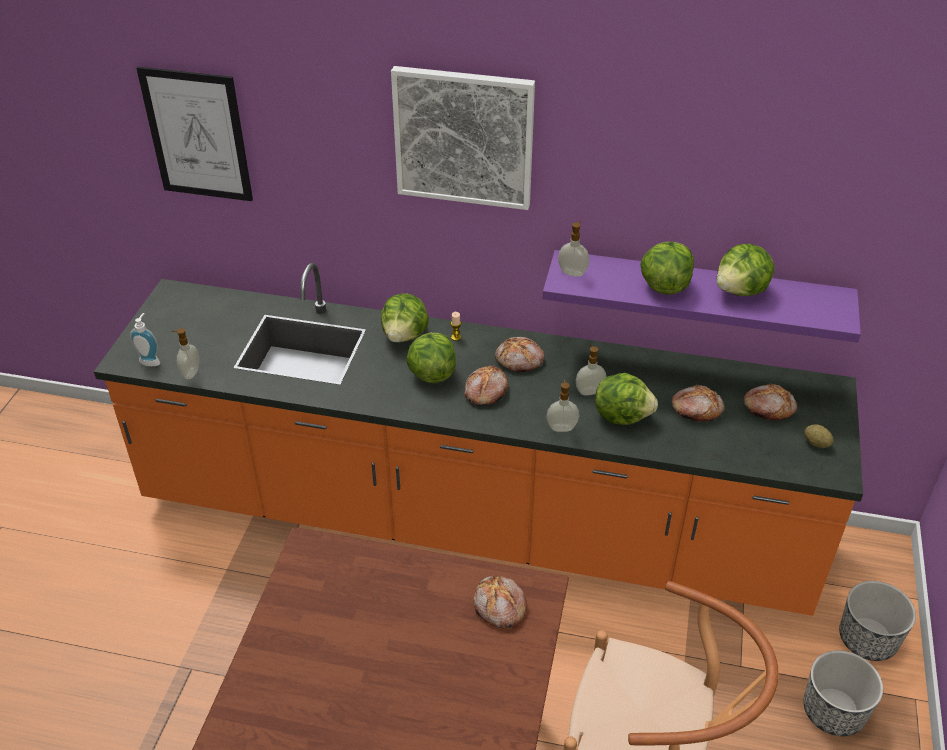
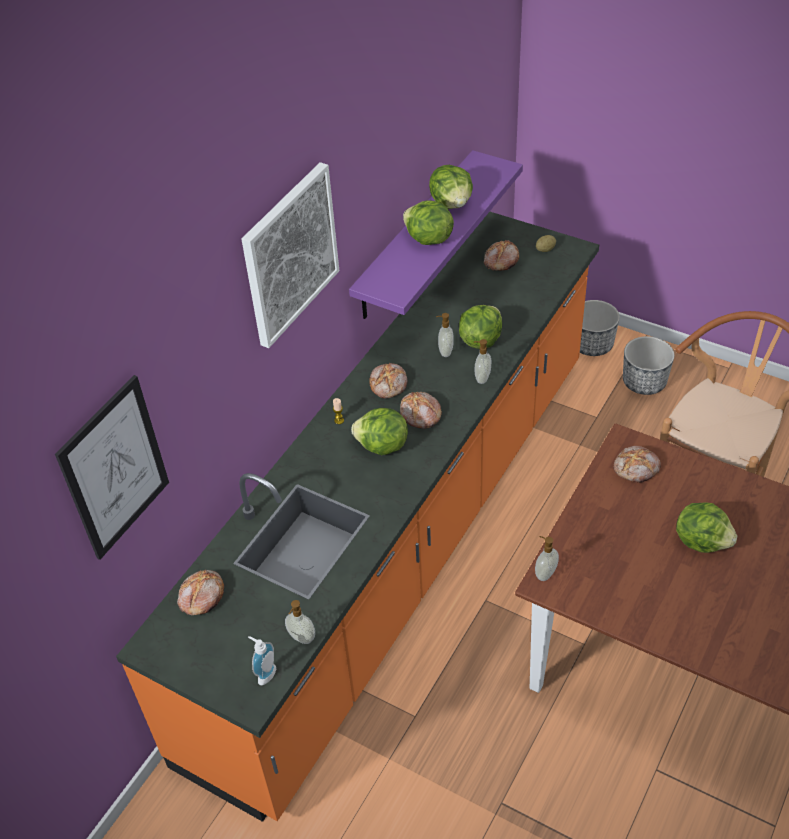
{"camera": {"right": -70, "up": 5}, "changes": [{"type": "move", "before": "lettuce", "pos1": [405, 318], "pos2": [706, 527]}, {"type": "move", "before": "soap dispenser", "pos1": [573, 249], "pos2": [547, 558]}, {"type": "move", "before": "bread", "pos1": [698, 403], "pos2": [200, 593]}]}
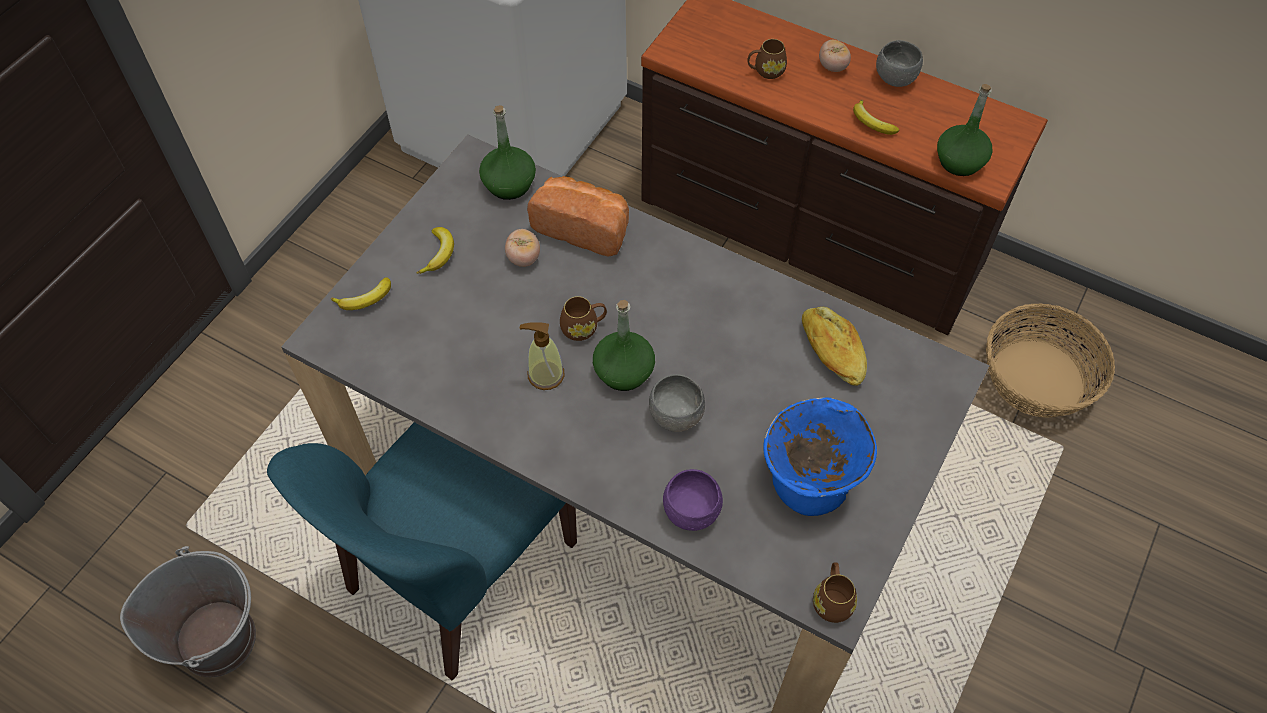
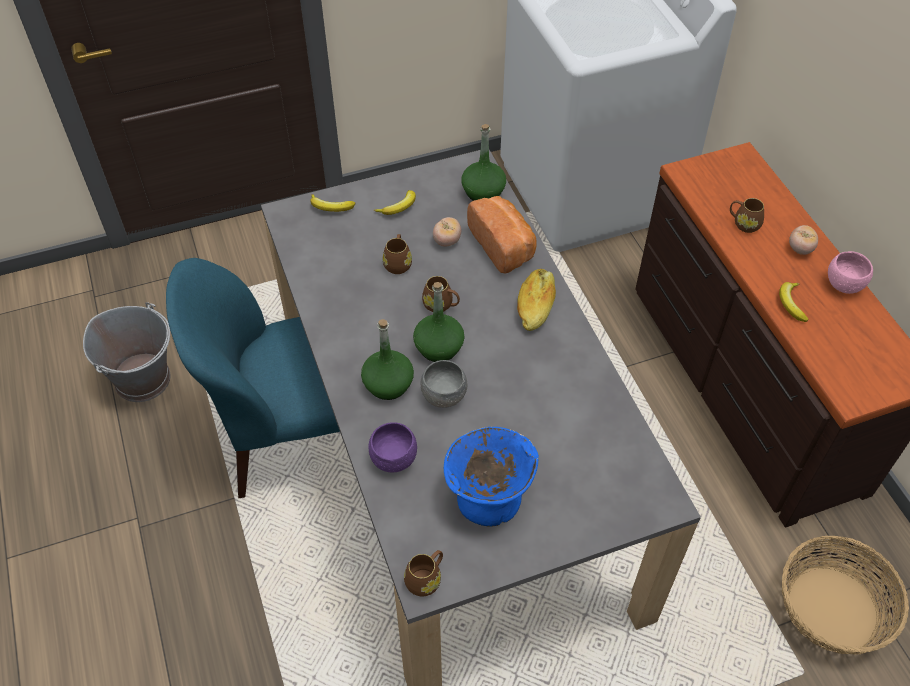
{"camera": {"right": 40, "up": -5}, "changes": [{"type": "delete", "before": "soap dispenser", "pos1": [542, 356]}, {"type": "move", "before": "bread", "pos1": [834, 346], "pos2": [536, 300]}, {"type": "recolor", "before": "grey bowl", "after": "pink bowl", "pos1": [899, 63], "pos2": [850, 272]}, {"type": "move", "before": "green bottle", "pos1": [965, 130], "pos2": [387, 359]}, {"type": "insert", "after": "brown mug", "pos2": [397, 254]}]}
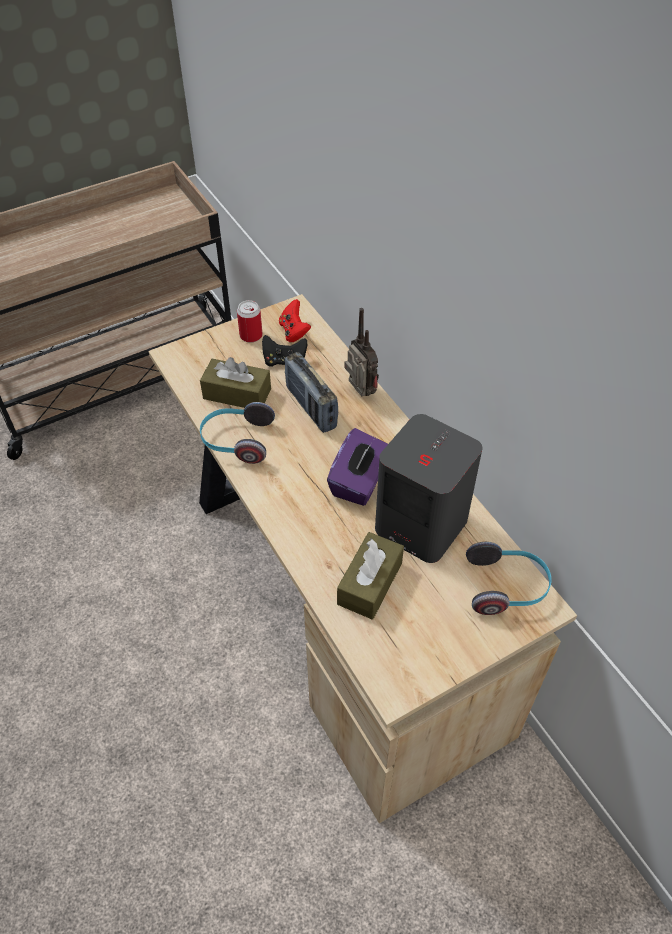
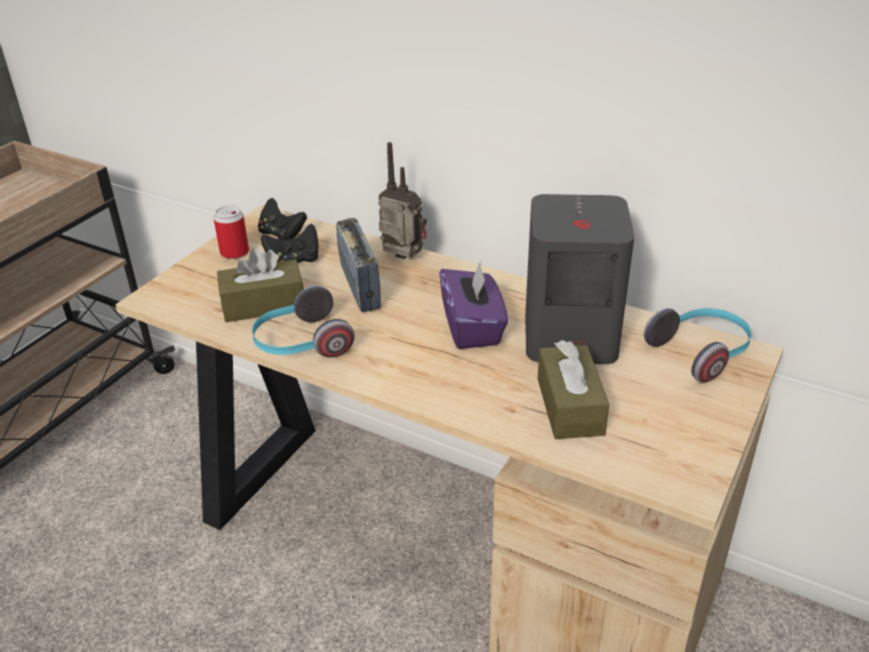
{"camera": {"right": -30, "up": -15}, "changes": [{"type": "recolor", "before": "red game controller", "after": "black game controller", "pos1": [295, 320], "pos2": [282, 219]}, {"type": "rotate", "before": "radio", "pos1": [311, 392], "pos2": [358, 265], "turn": -135}]}
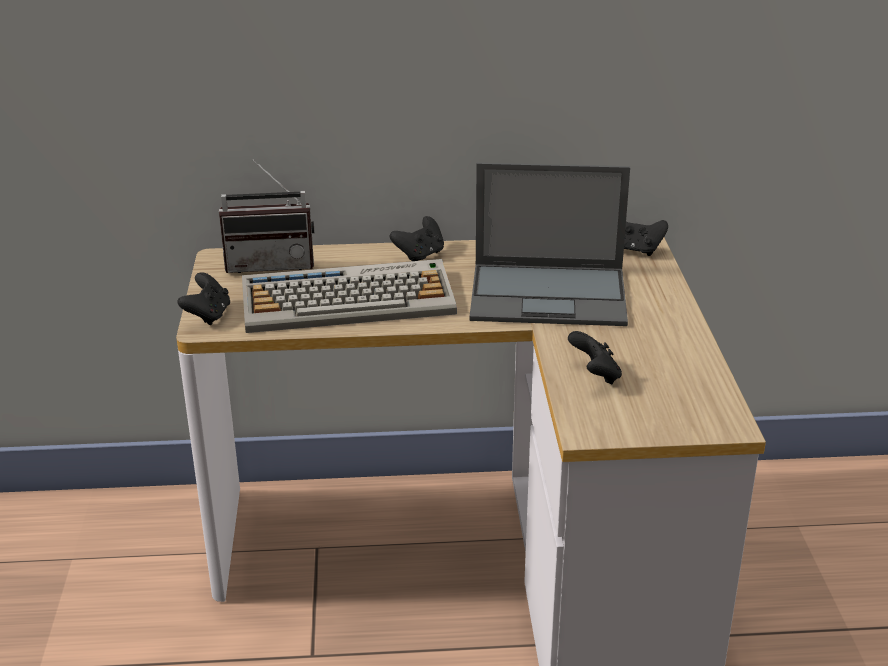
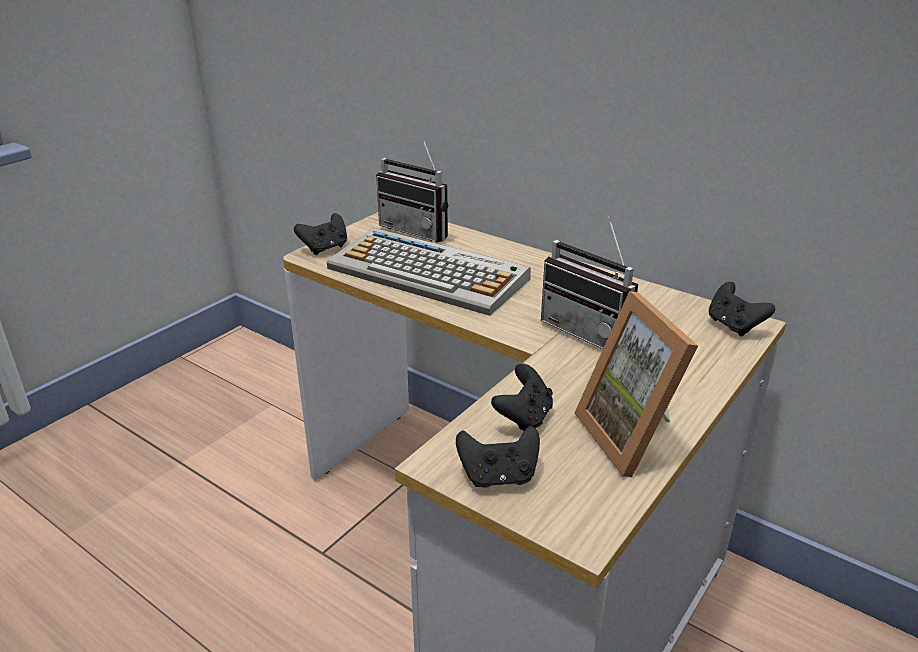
{"camera": {"right": 40, "up": 0}, "changes": [{"type": "move", "before": "black game controller", "pos1": [417, 238], "pos2": [498, 457]}, {"type": "replace", "before": "laptop", "after": "radio", "pos1": [550, 244], "pos2": [589, 283]}, {"type": "insert", "after": "picture frame", "pos2": [636, 384]}]}
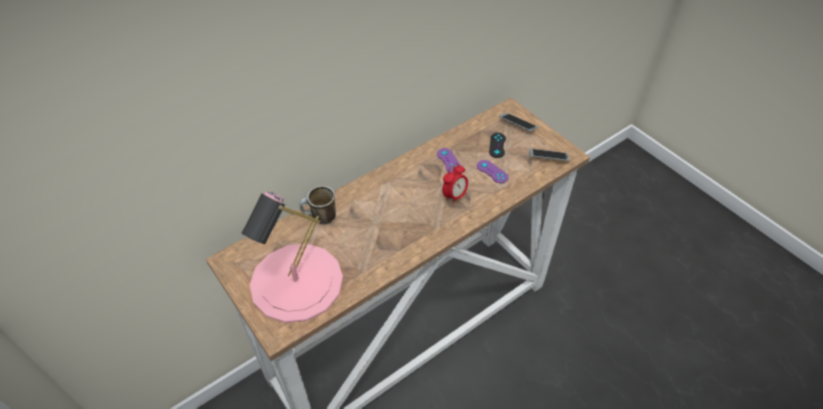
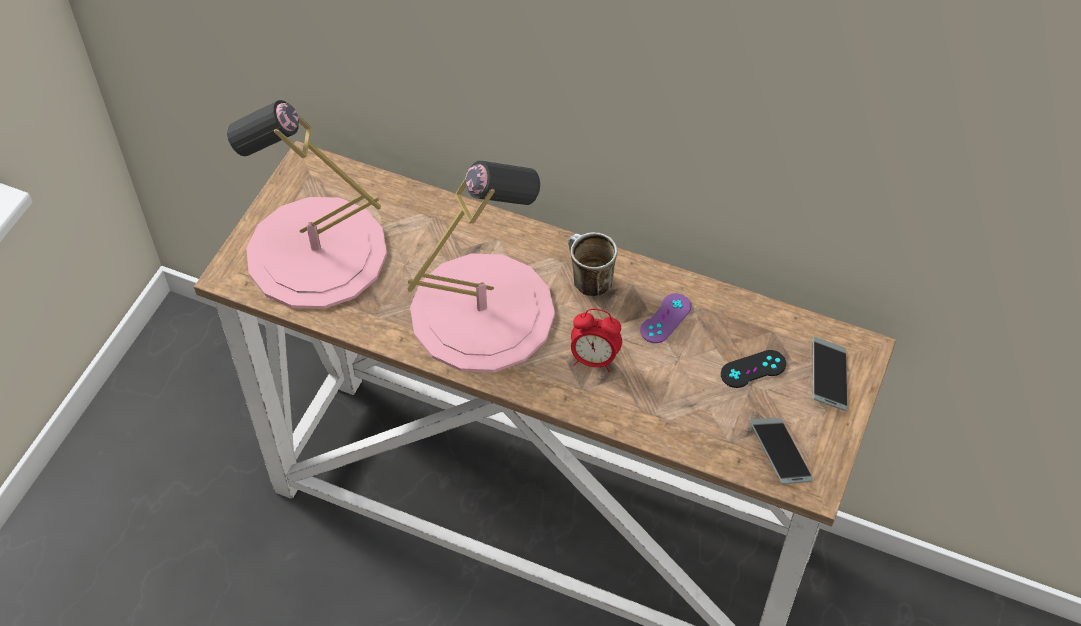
{"camera": {"right": 60, "up": 5}, "changes": [{"type": "move", "before": "mug", "pos1": [317, 205], "pos2": [592, 264]}, {"type": "delete", "before": "purple game controller", "pos1": [492, 171]}, {"type": "insert", "after": "pink table lamp", "pos2": [481, 267]}]}
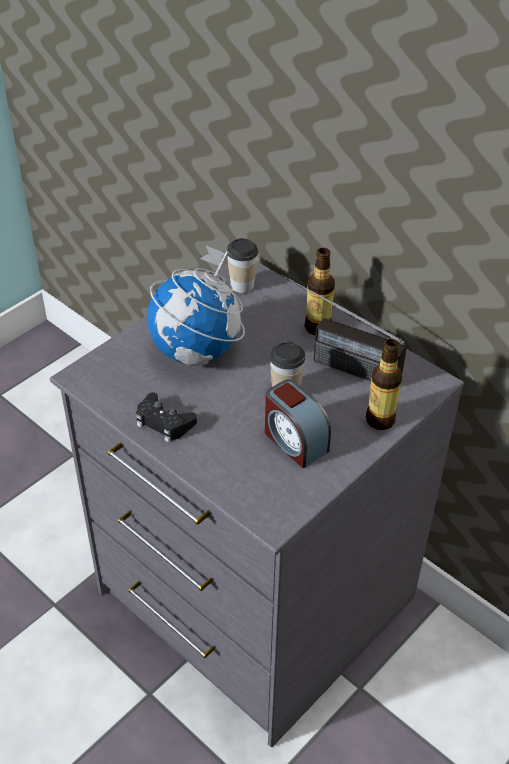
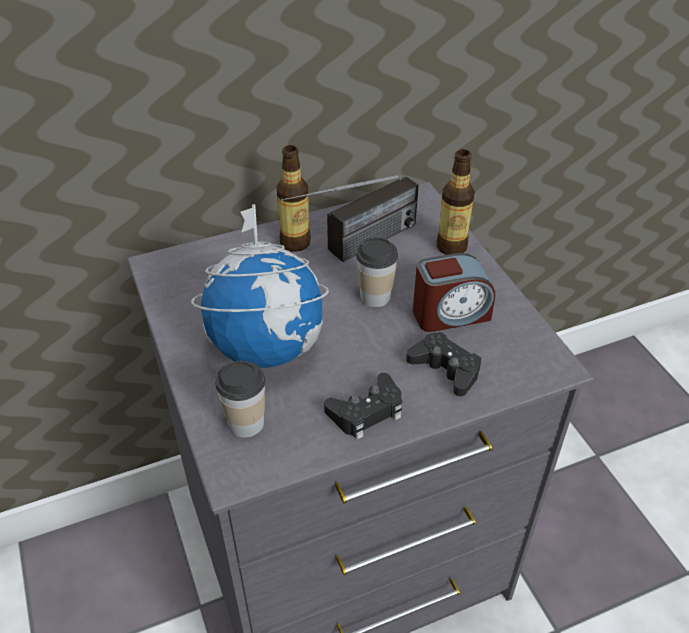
{"camera": {"right": -65, "up": 0}, "changes": [{"type": "move", "before": "cup", "pos1": [242, 265], "pos2": [240, 399]}, {"type": "insert", "after": "black game controller", "pos2": [443, 364]}]}
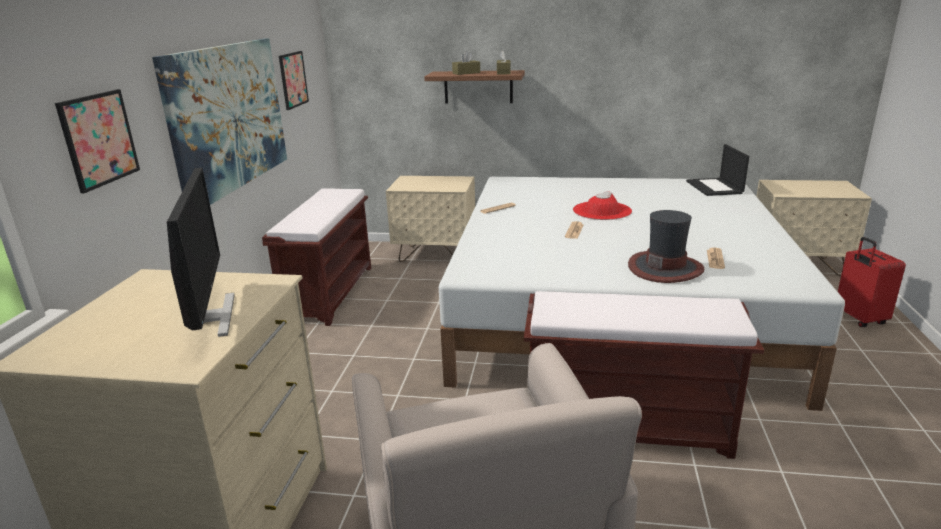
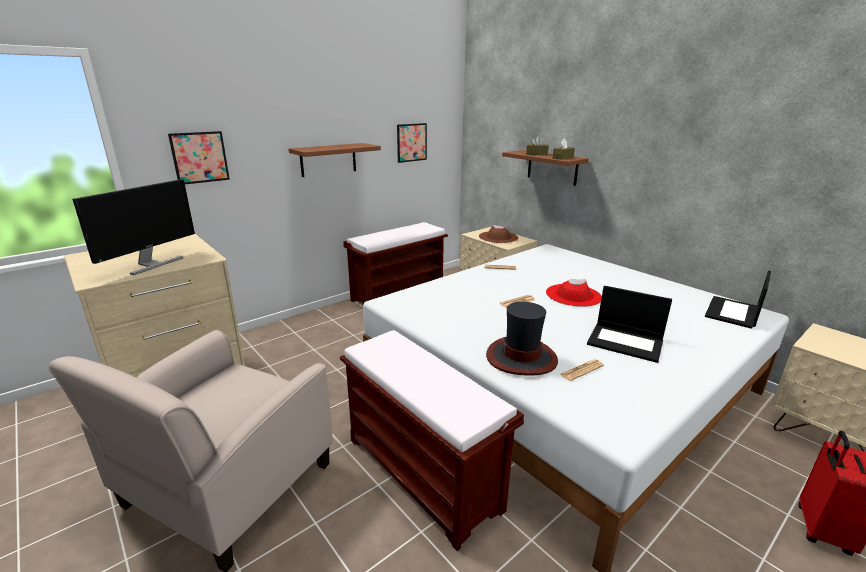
{"camera": {"right": 40, "up": 0}, "changes": [{"type": "replace", "before": "picture", "after": "brown shelf", "pos1": [219, 121], "pos2": [335, 160]}, {"type": "insert", "after": "brown hat", "pos2": [498, 234]}, {"type": "insert", "after": "laptop", "pos2": [629, 324]}]}
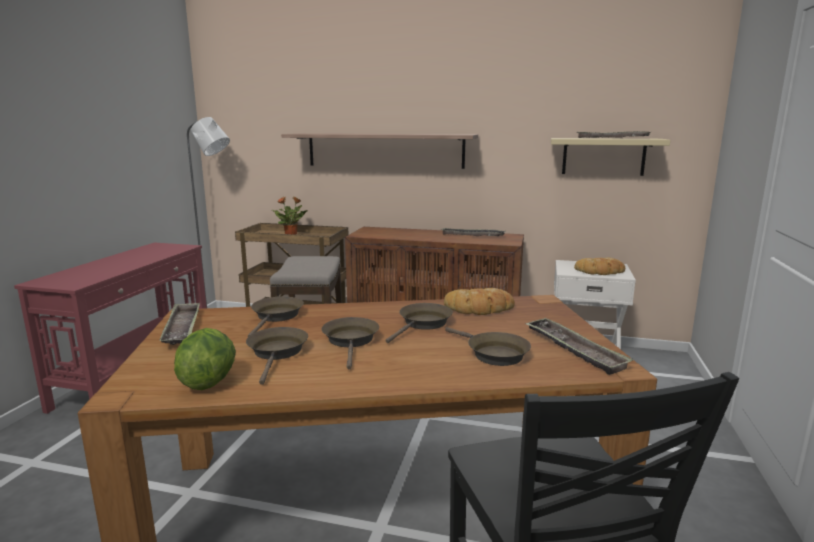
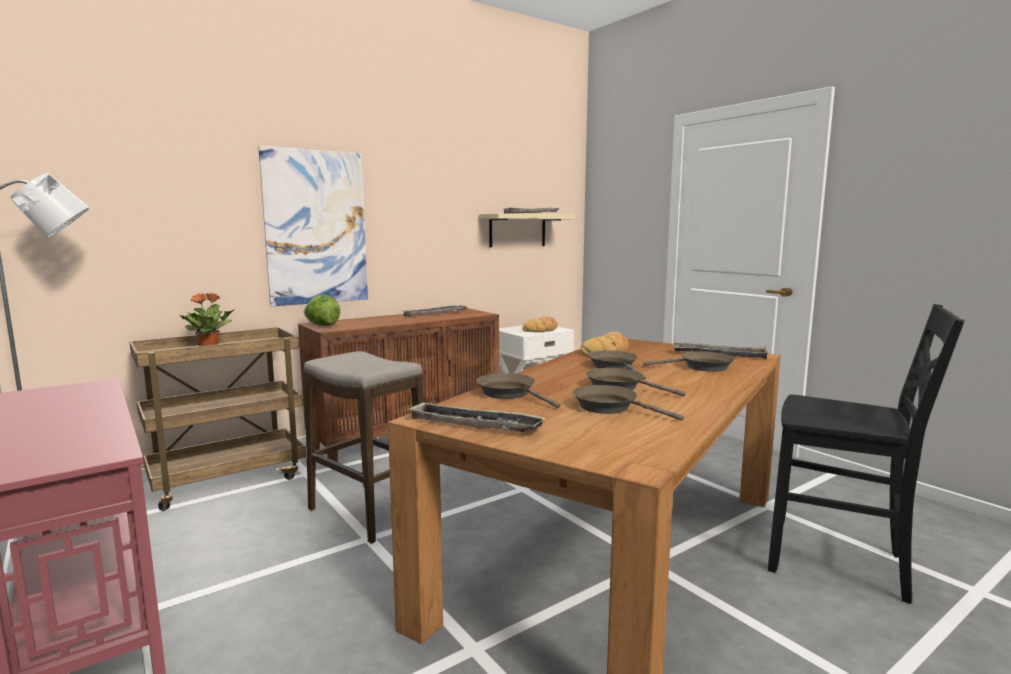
{"camera": {"right": -50, "up": -5}, "changes": [{"type": "move", "before": "lettuce", "pos1": [205, 359], "pos2": [322, 310]}, {"type": "replace", "before": "shelf", "after": "picture", "pos1": [379, 151], "pos2": [313, 226]}]}
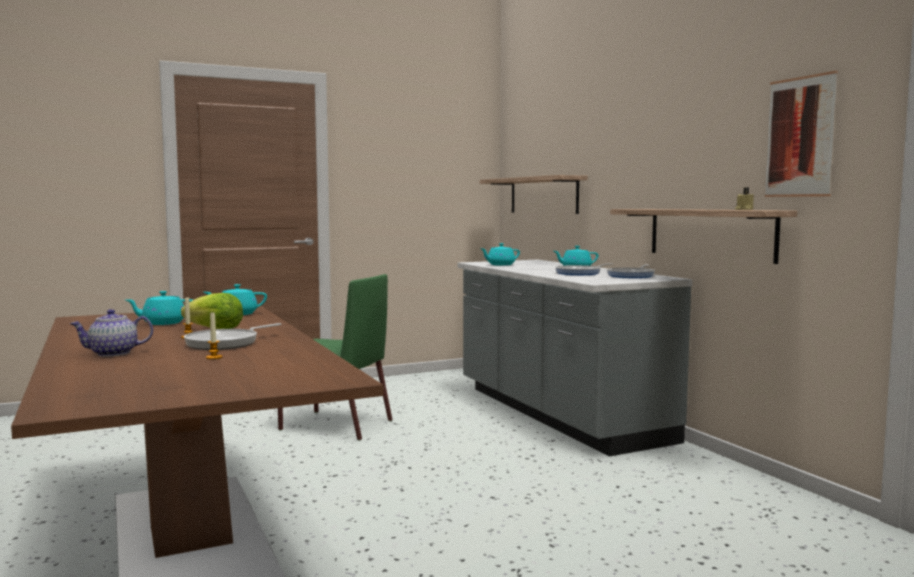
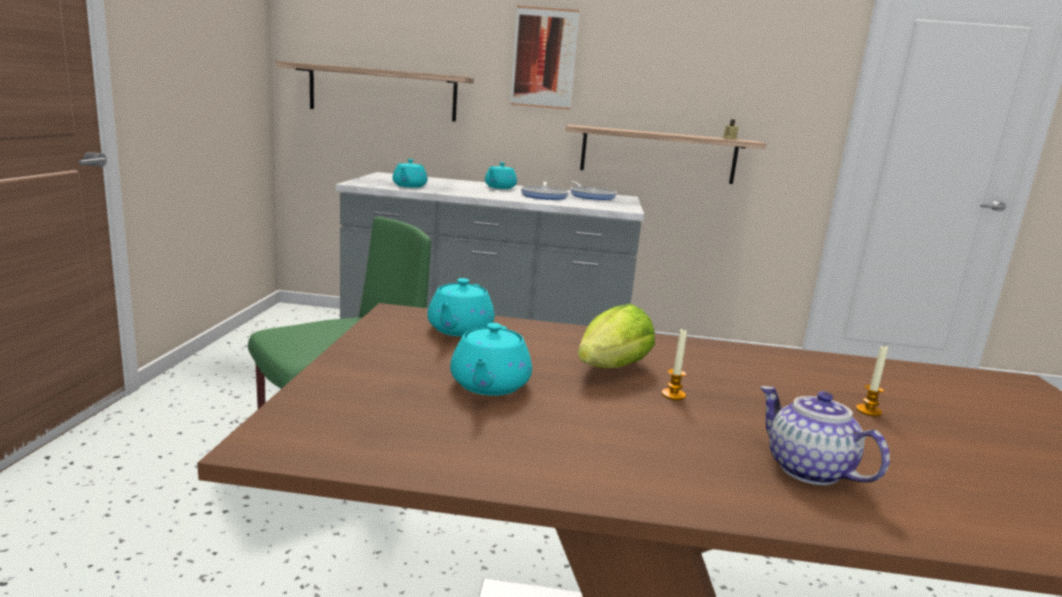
{"camera": {"right": -60, "up": 10}, "changes": [{"type": "rotate", "before": "teapot", "pos1": [111, 332], "pos2": [825, 435], "turn": 135}, {"type": "delete", "before": "frying pan", "pos1": [233, 336]}, {"type": "move", "before": "picture", "pos1": [801, 134], "pos2": [544, 58]}]}
